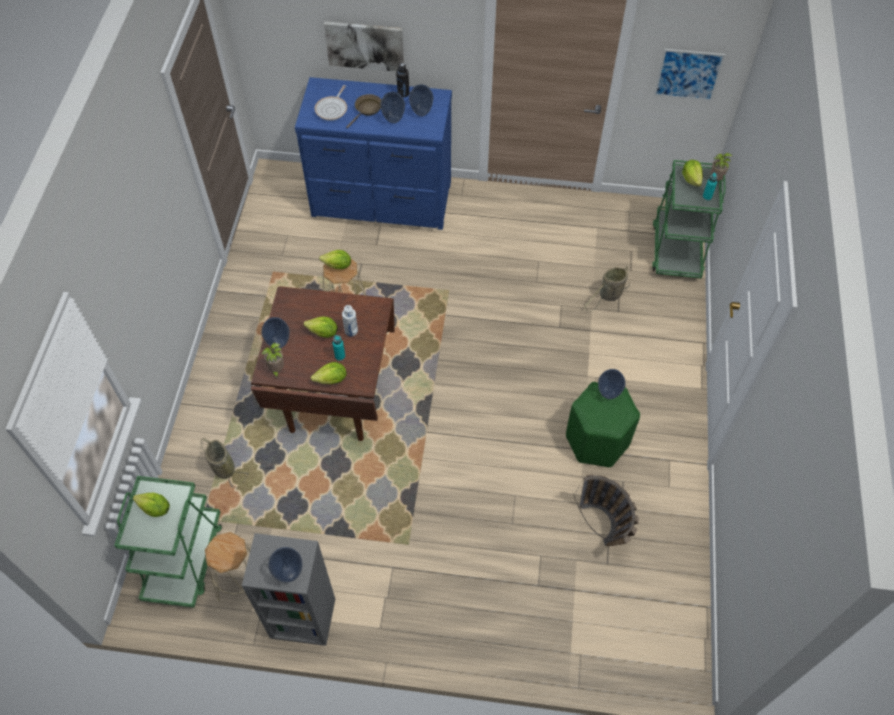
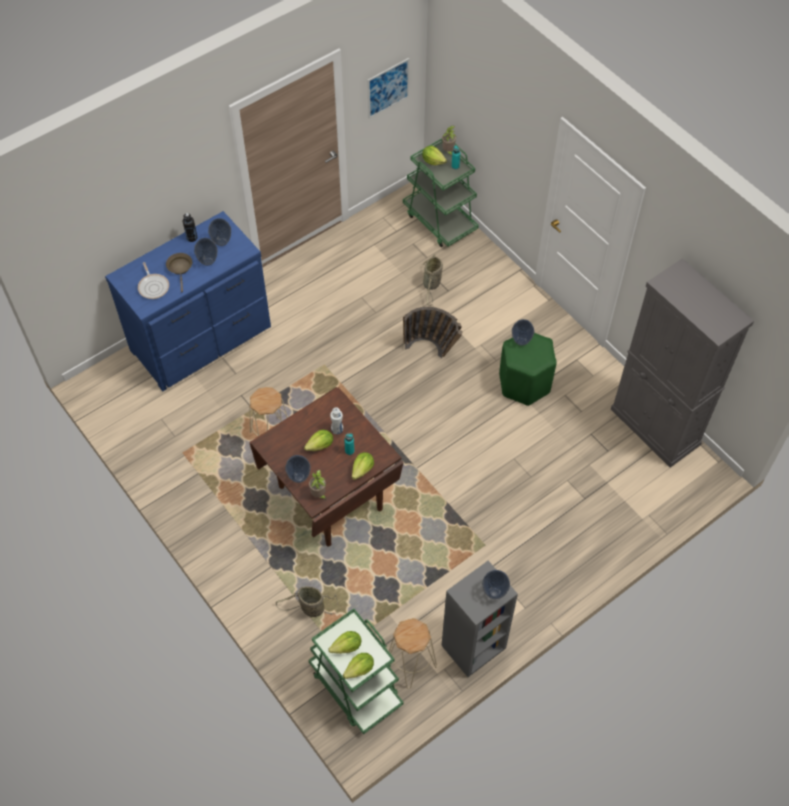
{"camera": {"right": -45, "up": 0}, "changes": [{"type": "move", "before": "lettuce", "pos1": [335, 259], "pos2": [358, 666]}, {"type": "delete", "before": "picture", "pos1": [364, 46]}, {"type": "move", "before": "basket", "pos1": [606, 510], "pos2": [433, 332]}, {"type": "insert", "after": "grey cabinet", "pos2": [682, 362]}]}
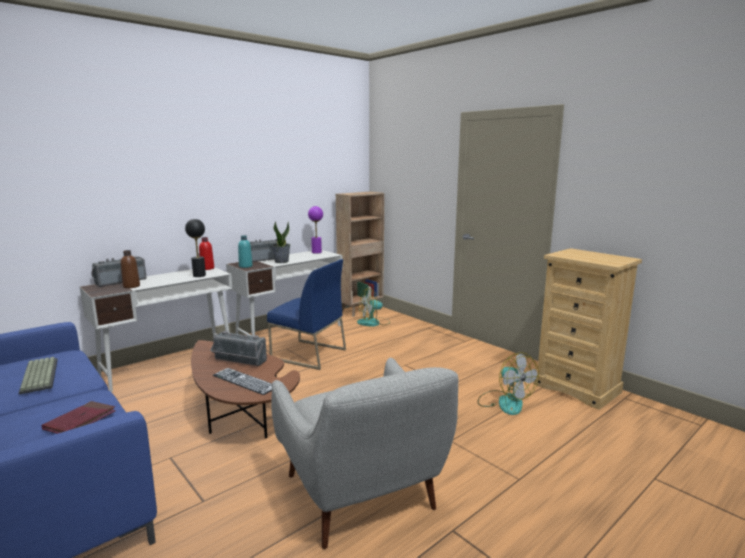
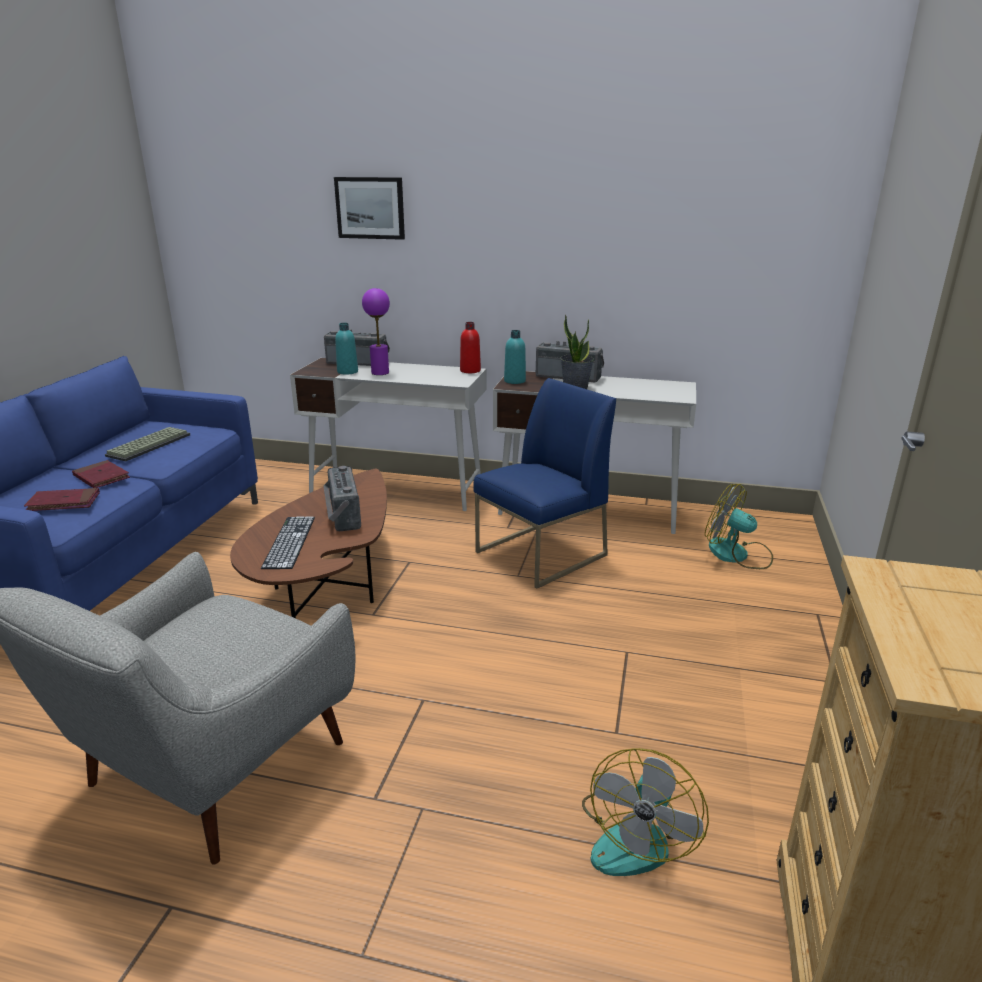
{"camera": {"right": 55, "up": 10}, "changes": [{"type": "recolor", "before": "brown bottle", "after": "turquoise bottle", "pos1": [130, 269], "pos2": [346, 349]}, {"type": "delete", "before": "black table lamp", "pos1": [195, 248]}, {"type": "rotate", "before": "blue chair", "pos1": [306, 314], "pos2": [544, 483], "turn": -120}, {"type": "move", "before": "purple table lamp", "pos1": [315, 230], "pos2": [376, 331]}, {"type": "delete", "before": "brown bookcase", "pos1": [360, 254]}, {"type": "insert", "after": "red book", "pos2": [101, 474]}, {"type": "insert", "after": "picture", "pos2": [369, 208]}]}
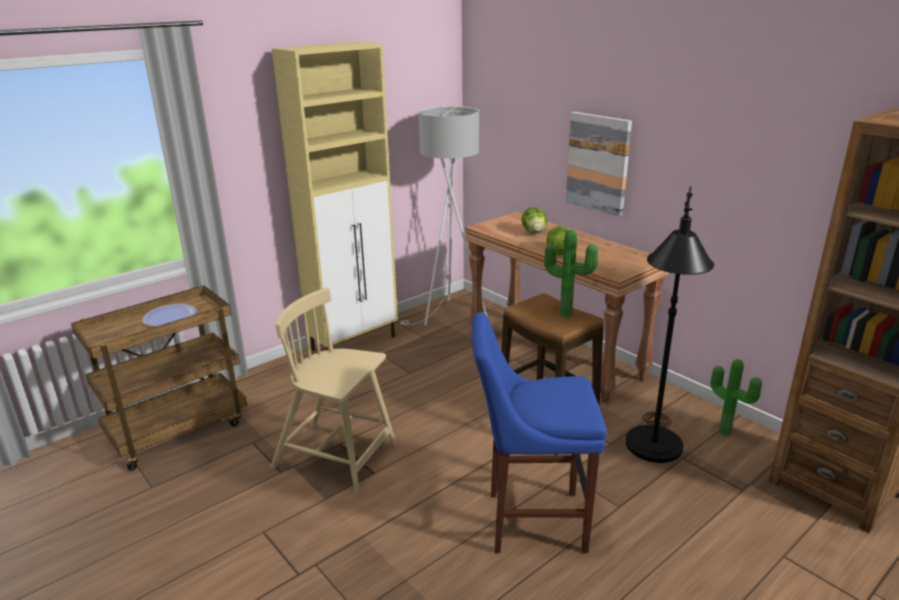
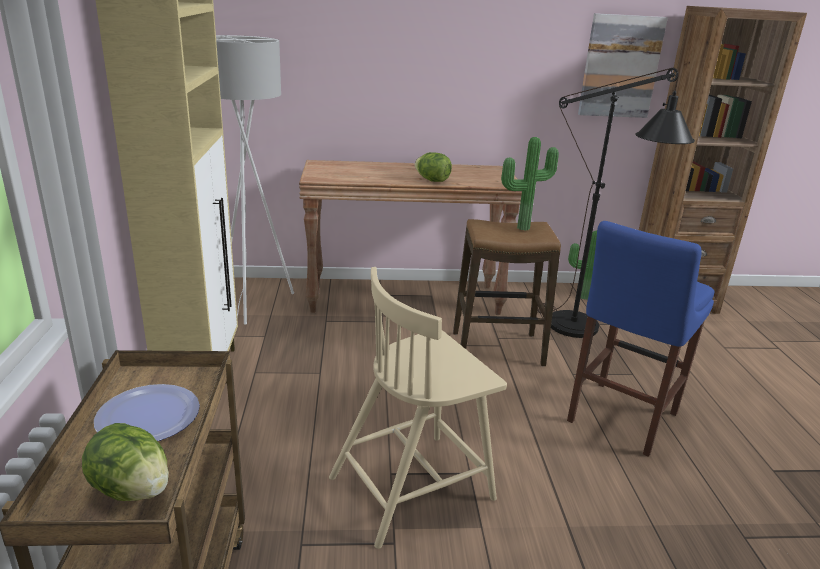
{"camera": {"right": -55, "up": 0}, "changes": [{"type": "move", "before": "lettuce", "pos1": [534, 220], "pos2": [125, 462]}, {"type": "move", "before": "picture", "pos1": [599, 164], "pos2": [623, 65]}]}
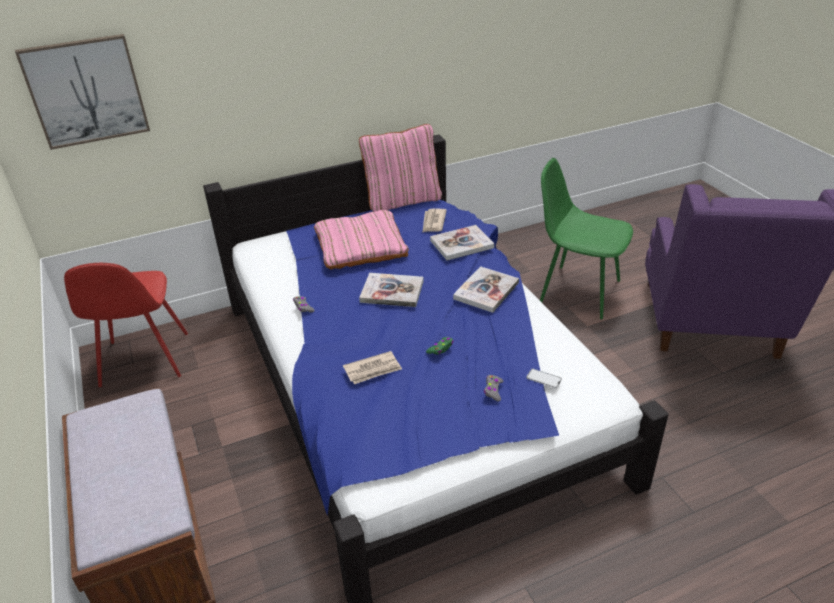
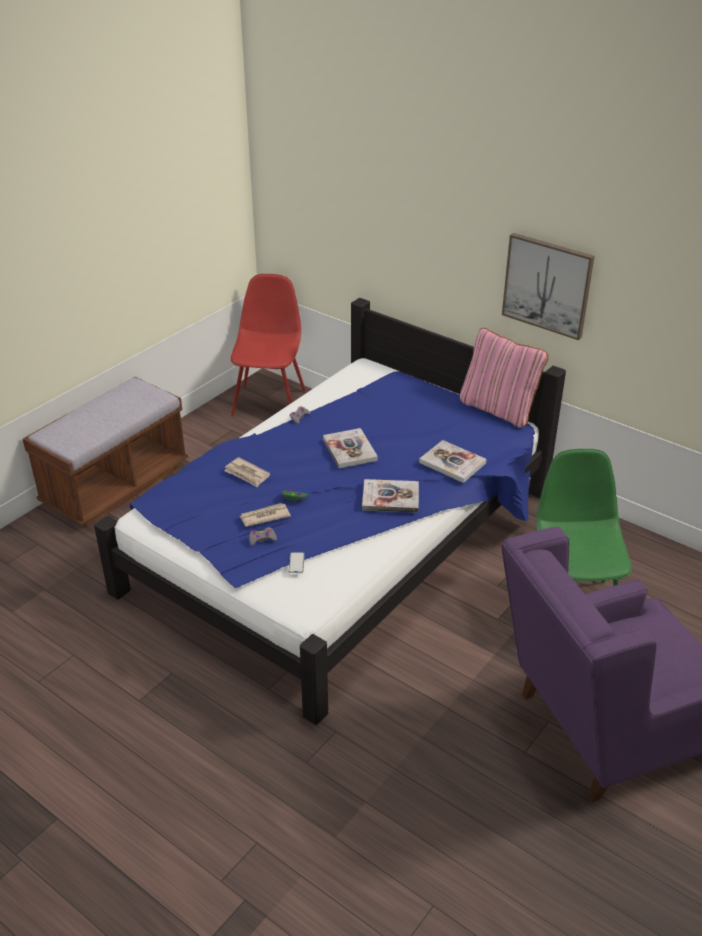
{"camera": {"right": 60, "up": 0}, "changes": [{"type": "move", "before": "picture", "pos1": [82, 92], "pos2": [548, 286]}, {"type": "rotate", "before": "red chair", "pos1": [126, 325], "pos2": [268, 345], "turn": 135}, {"type": "delete", "before": "pink pillow", "pos1": [361, 240]}, {"type": "move", "before": "newspaper", "pos1": [434, 220], "pos2": [265, 515]}]}
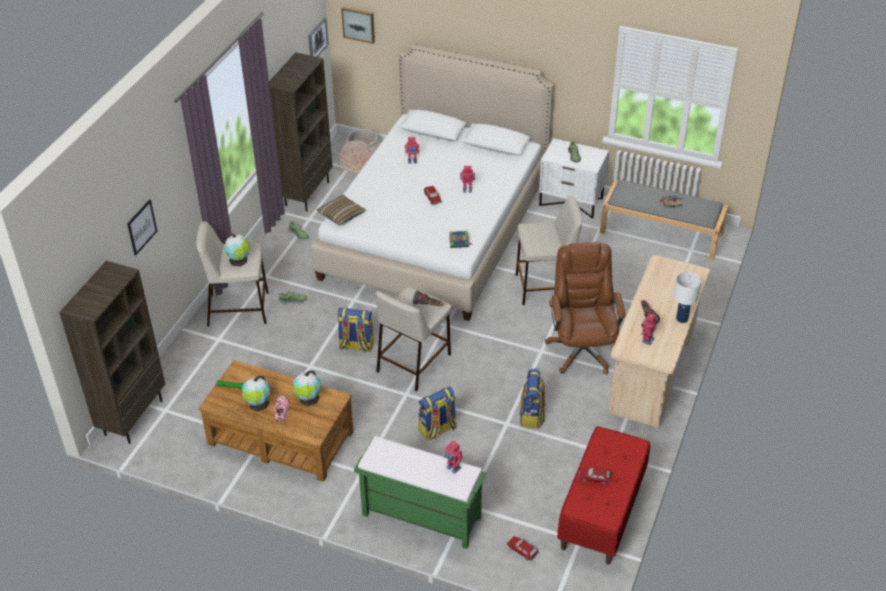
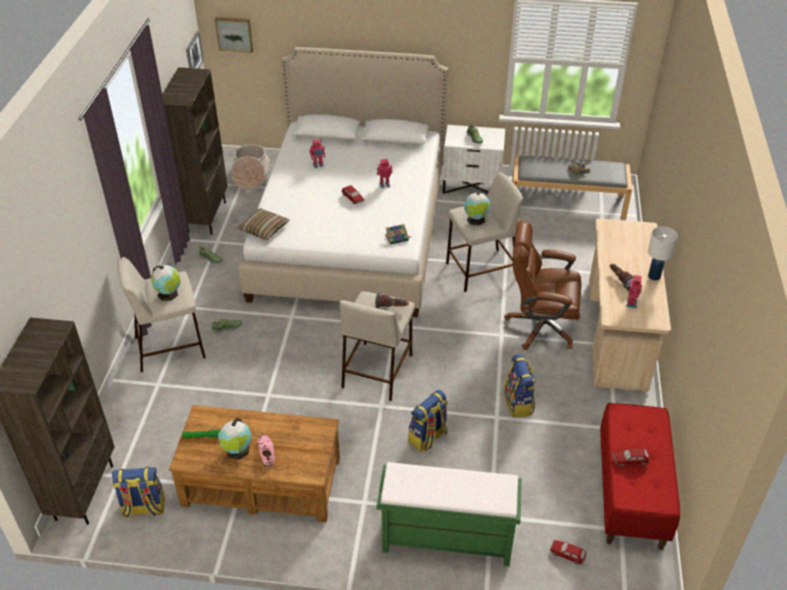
{"camera": {"right": -15, "up": 0}, "changes": [{"type": "delete", "before": "picture", "pos1": [142, 227]}, {"type": "move", "before": "globe", "pos1": [307, 389], "pos2": [477, 208]}, {"type": "move", "before": "backpack", "pos1": [355, 330], "pos2": [138, 493]}, {"type": "delete", "before": "toy robot", "pos1": [453, 457]}, {"type": "rotate", "before": "brown office chair", "pos1": [585, 308], "pos2": [542, 285], "turn": -60}]}
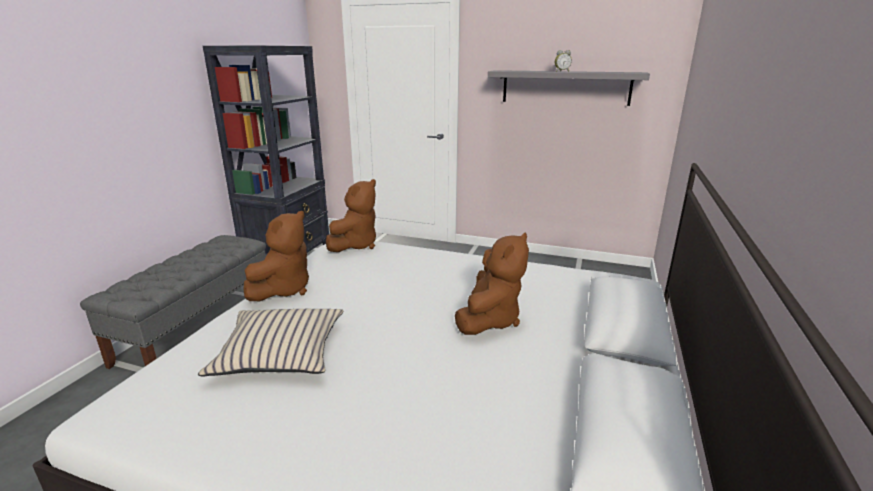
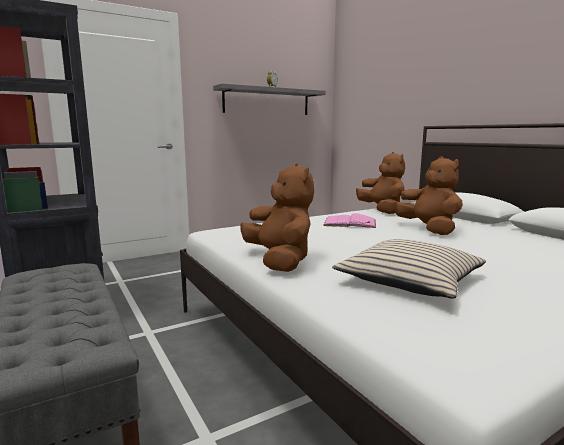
{"camera": {"right": -50, "up": -10}, "changes": [{"type": "move", "before": "brown plush toy", "pos1": [351, 215], "pos2": [380, 183]}, {"type": "insert", "after": "pink book", "pos2": [349, 220]}]}
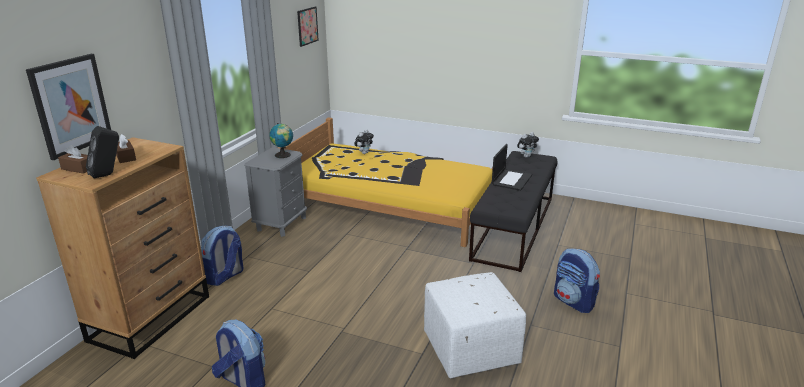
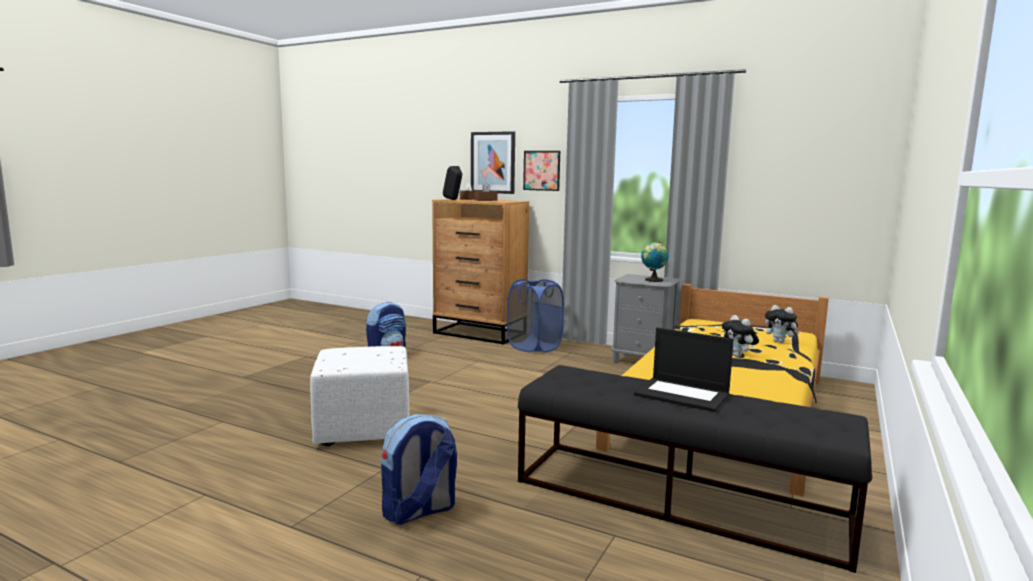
{"camera": {"right": 95, "up": -15}, "changes": [{"type": "replace", "before": "backpack", "after": "blue laundry basket", "pos1": [222, 256], "pos2": [535, 316]}, {"type": "move", "before": "picture", "pos1": [308, 27], "pos2": [541, 171]}, {"type": "move", "before": "plush toy", "pos1": [528, 145], "pos2": [740, 336]}]}
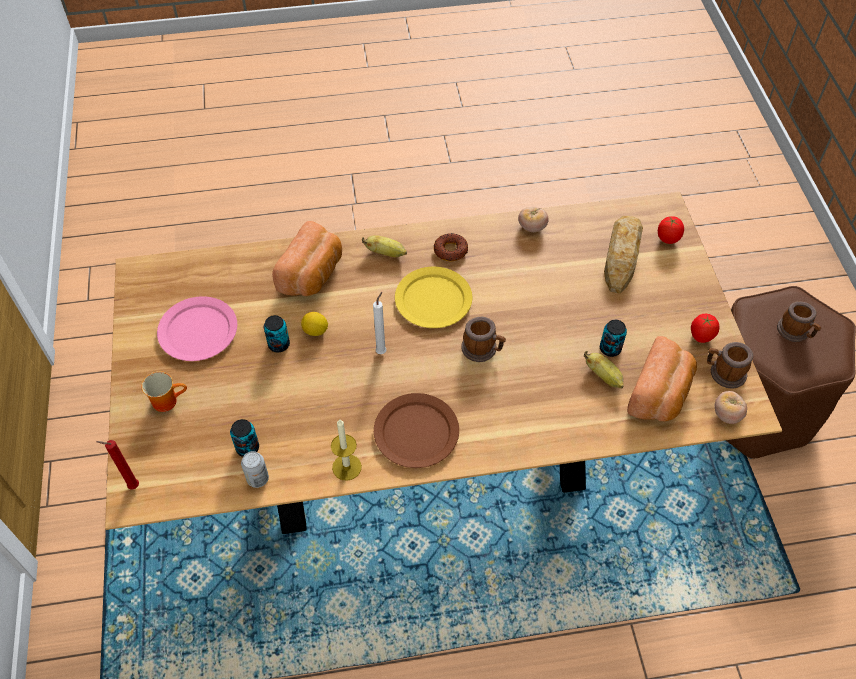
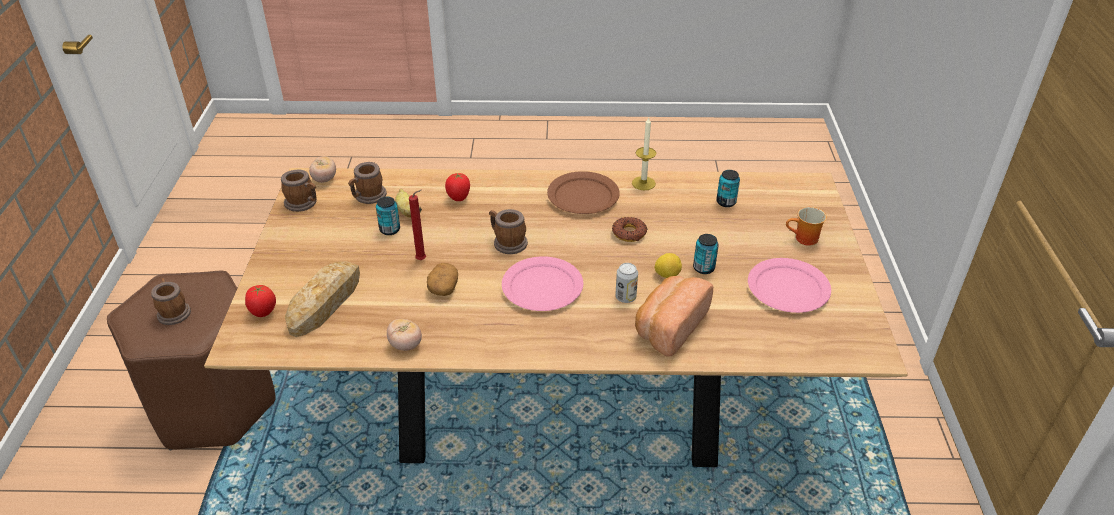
{"camera": {"right": -170, "up": -15}, "changes": [{"type": "move", "before": "red candle", "pos1": [117, 465], "pos2": [417, 224]}, {"type": "move", "before": "can", "pos1": [255, 469], "pos2": [626, 283]}, {"type": "delete", "before": "banana", "pos1": [384, 246]}, {"type": "delete", "before": "white candle", "pos1": [379, 323]}, {"type": "recolor", "before": "yellow plate", "after": "pink plate", "pos1": [433, 297], "pos2": [542, 283]}, {"type": "move", "before": "donut", "pos1": [451, 247], "pos2": [629, 229]}, {"type": "replace", "before": "bread", "after": "mug", "pos1": [662, 378], "pos2": [367, 183]}, {"type": "move", "before": "tomato", "pos1": [705, 328], "pos2": [457, 187]}, {"type": "insert", "after": "potato", "pos2": [442, 279]}]}
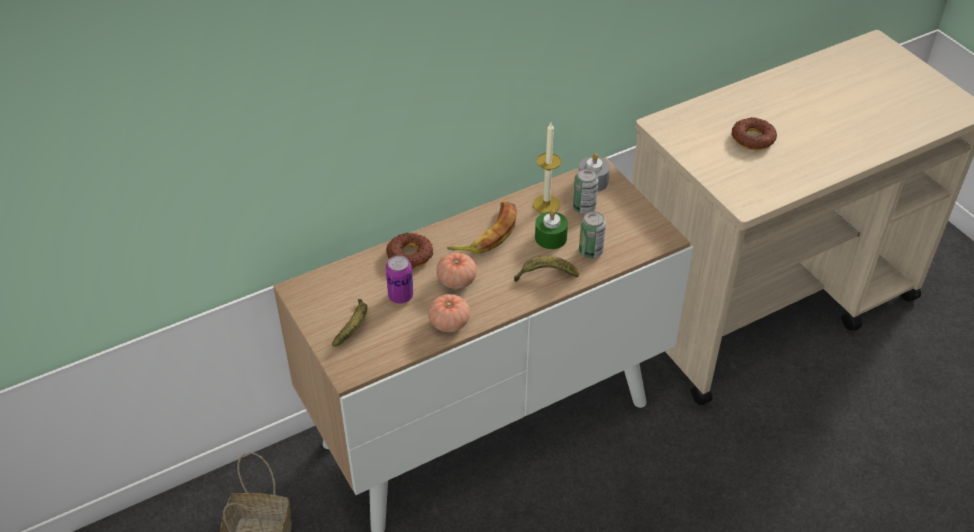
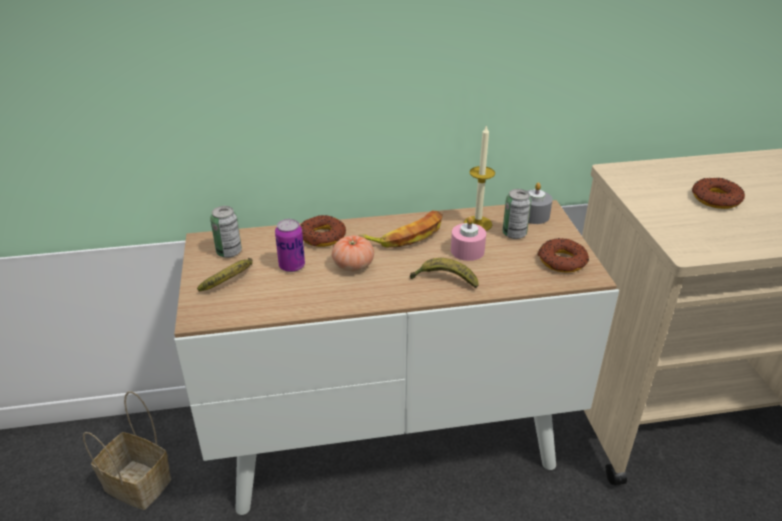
{"camera": {"right": 20, "up": -10}, "changes": [{"type": "delete", "before": "tomato", "pos1": [449, 313]}, {"type": "recolor", "before": "green candle", "after": "pink candle", "pos1": [551, 229], "pos2": [468, 238]}, {"type": "move", "before": "can", "pos1": [592, 234], "pos2": [226, 232]}, {"type": "insert", "after": "donut", "pos2": [563, 255]}]}
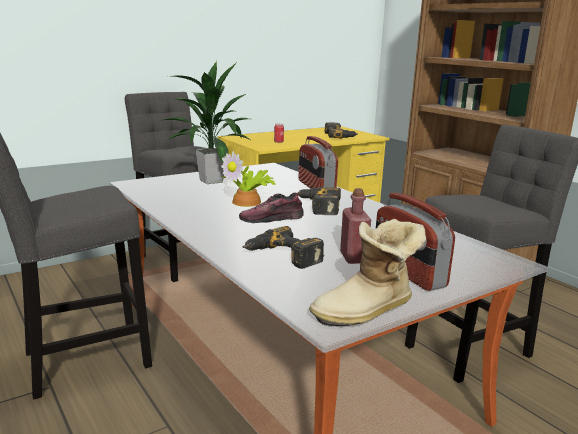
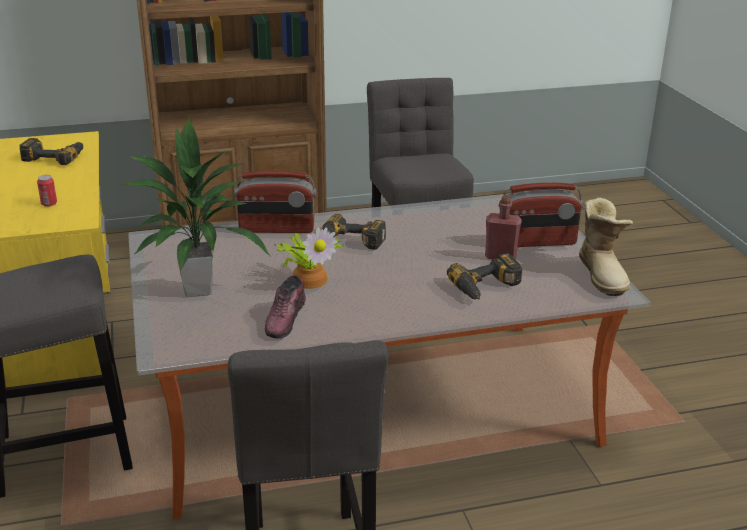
{"camera": {"right": -70, "up": 10}, "changes": [{"type": "move", "before": "shoe", "pos1": [271, 207], "pos2": [285, 306]}]}
